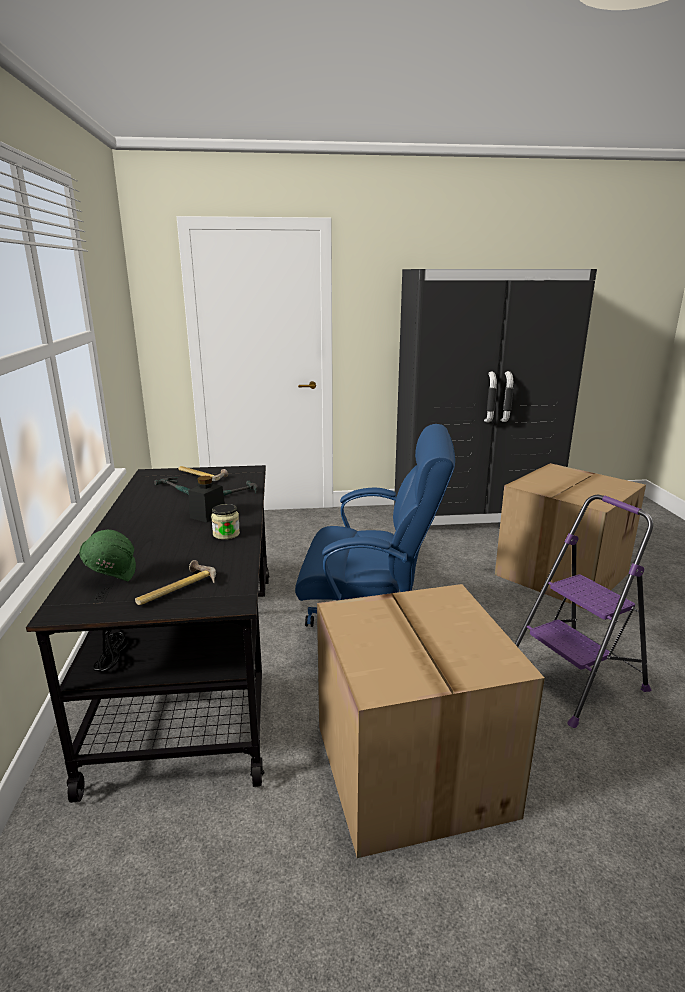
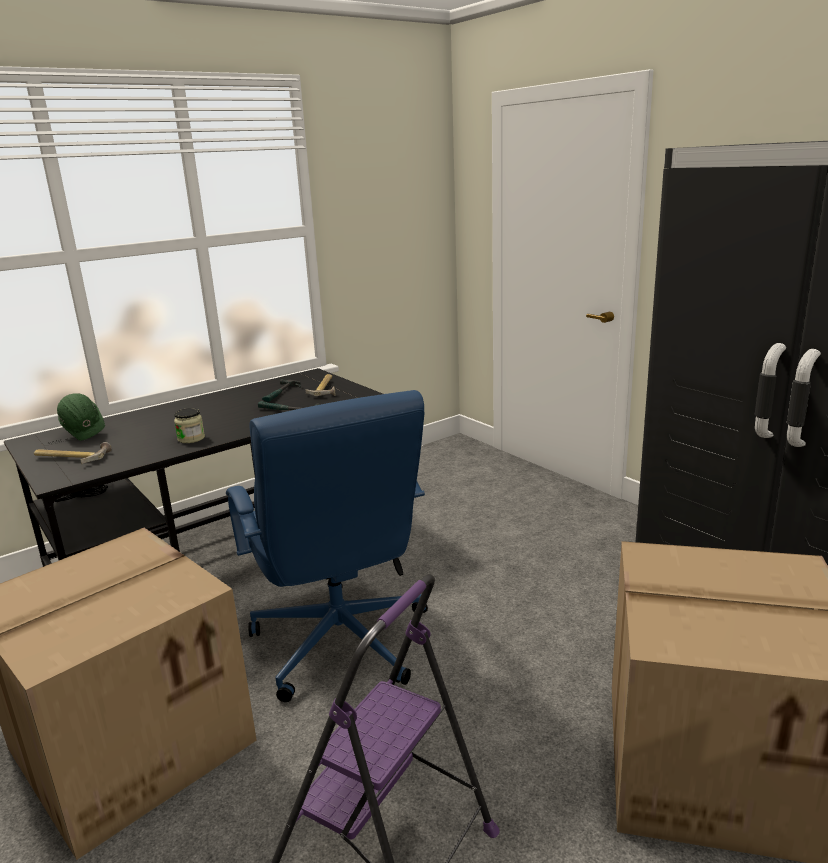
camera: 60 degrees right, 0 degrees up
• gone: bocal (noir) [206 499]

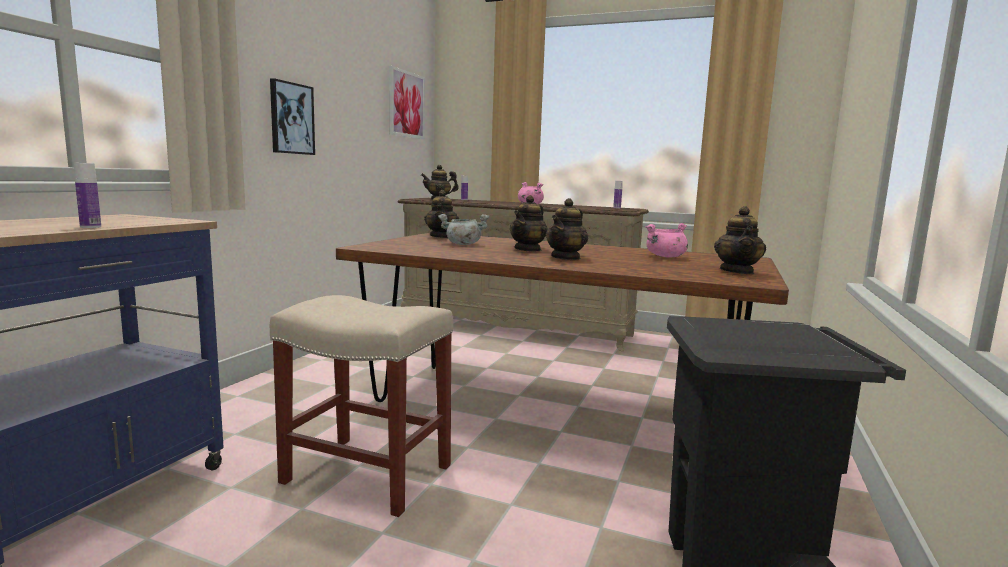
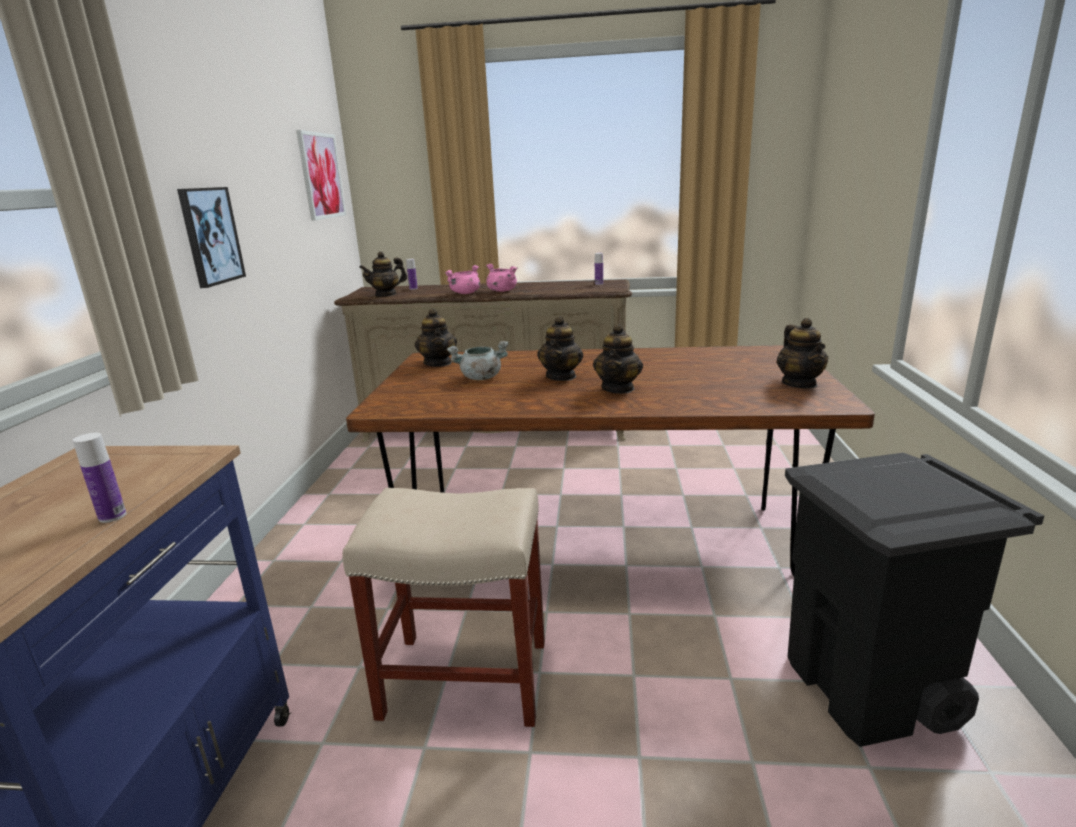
camera: 15 degrees left, 10 degrees up
• shifted: marmite (rose) [666 240] to [462 279]

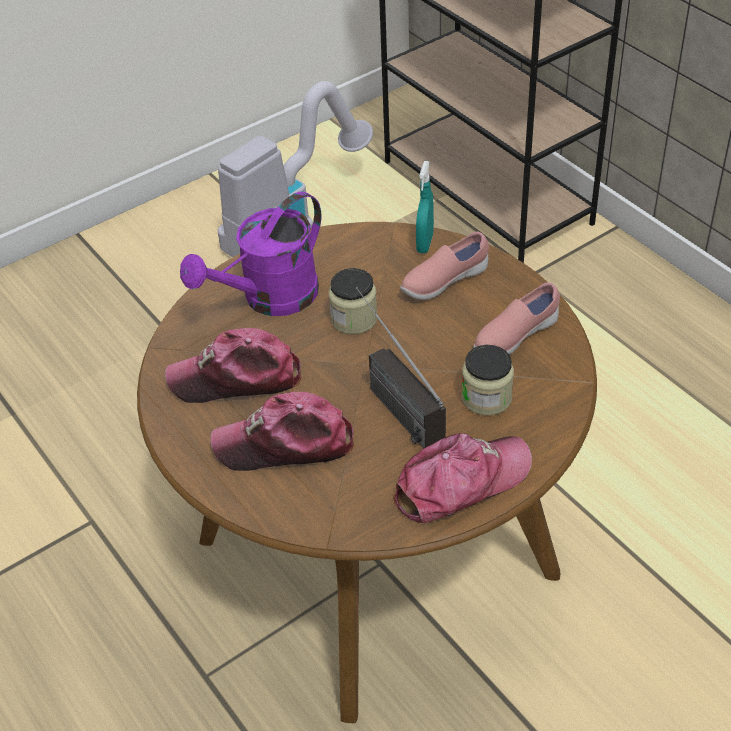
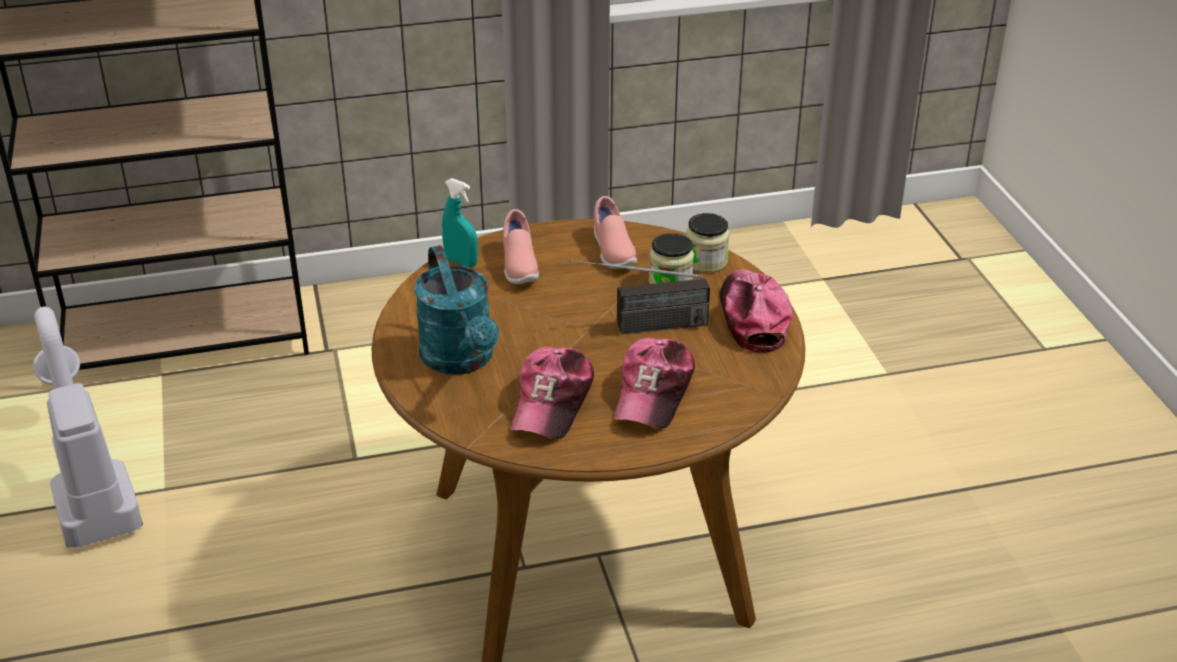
camera: 70 degrees left, 10 degrees down
• repainted: arrosoir (violet) [250 254] to arrosoir (turquoise) [456 310]
• shifted: bocal [352 301] to [708 243]

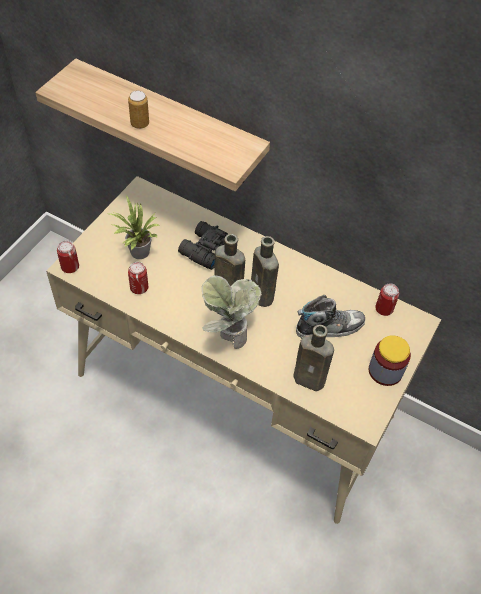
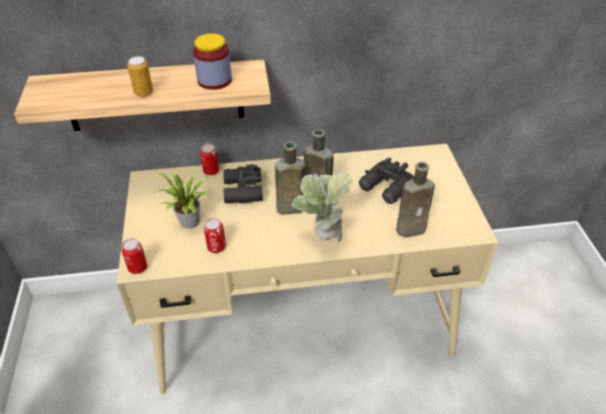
camera: 35 degrees left, 10 degrees down
• swapped: chaussure [330 316] to jumelles (noir) [386 181]
• shifted: bocal [390 360] to [212 61]
• shifted: boîte métallique [387 299] to [210 159]

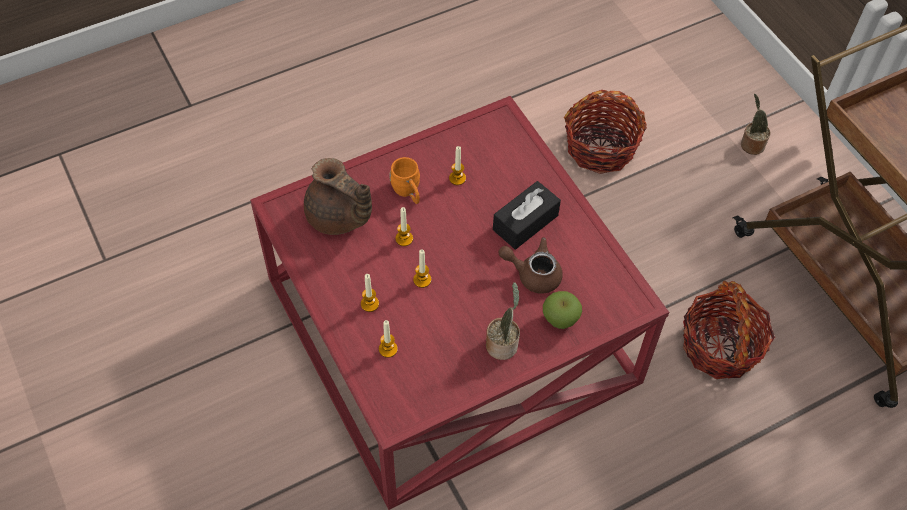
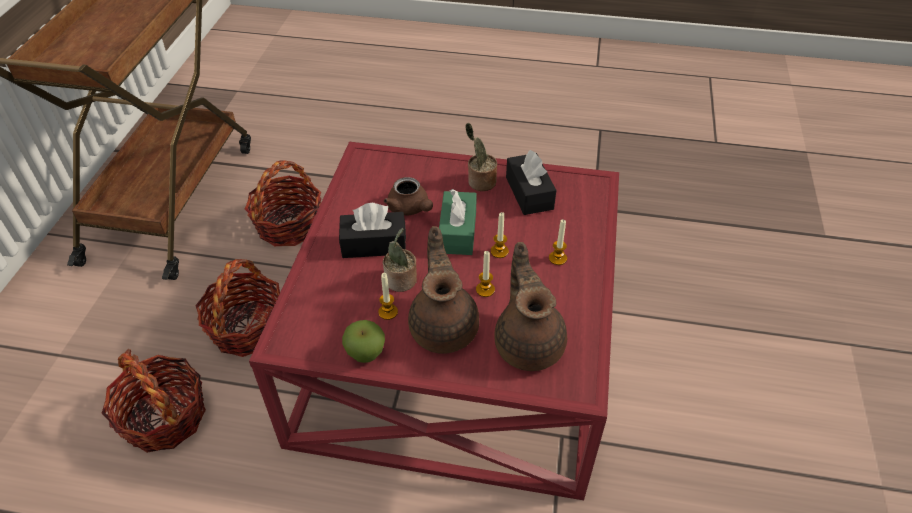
camera: 140 degrees left, 10 degrees down
• gone: bougie [388 339]
• swapped: mug (orange) [404 180] to théière (marron) [443 290]
• shifted: pomme [562 310] to [363 341]
• shifted: plante en pot [755 124] to [400 260]
• new: panier [237 308]
• new: boîte à mouchoirs (vert) [458 222]
• new: boîte à mouchoirs (noir) [531 182]

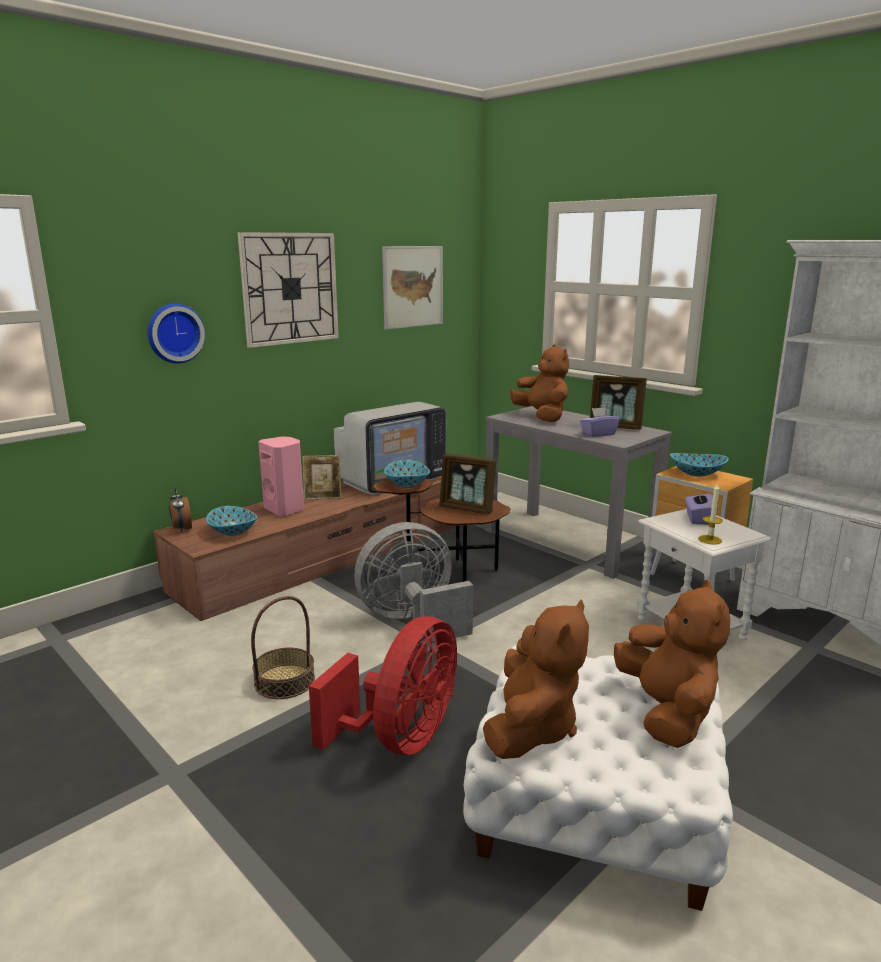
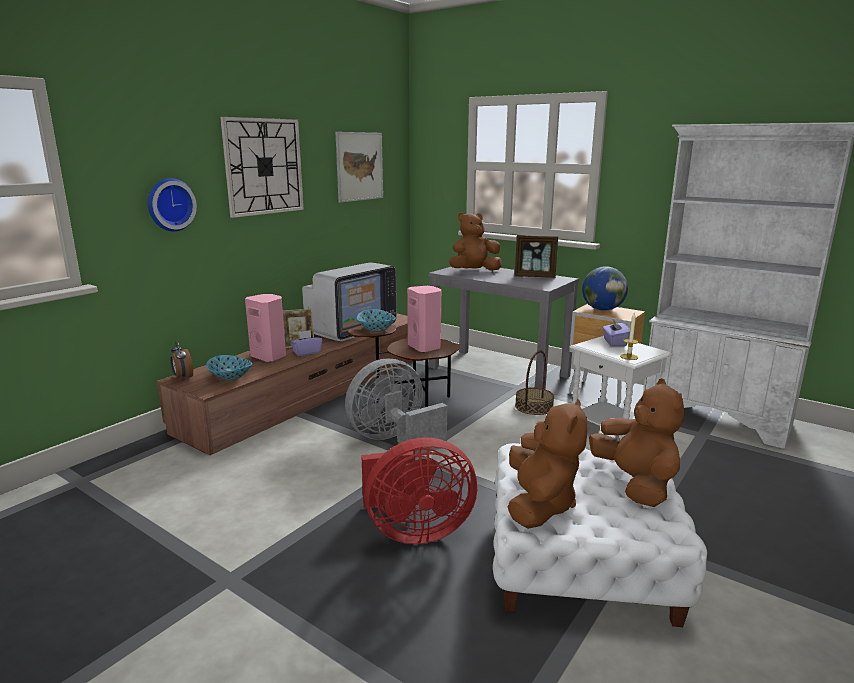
camera: 10 degrees left, 0 degrees up
• shifted: panier [283 647] to [534 382]
• rotated: ventilateur (rouge) [383 685] = [419 490] 60 degrees clockwise
• swapped: cadre photo [468 483] to enceinte (rose) [424 319]
• rotated: peluche (marron) [539 383] = [475 242] 75 degrees counterclockwise
• shifted: boîte à mouchoirs (violet) [600 422] to [306 343]
• swapped: bol [699 464] to globe [605 288]

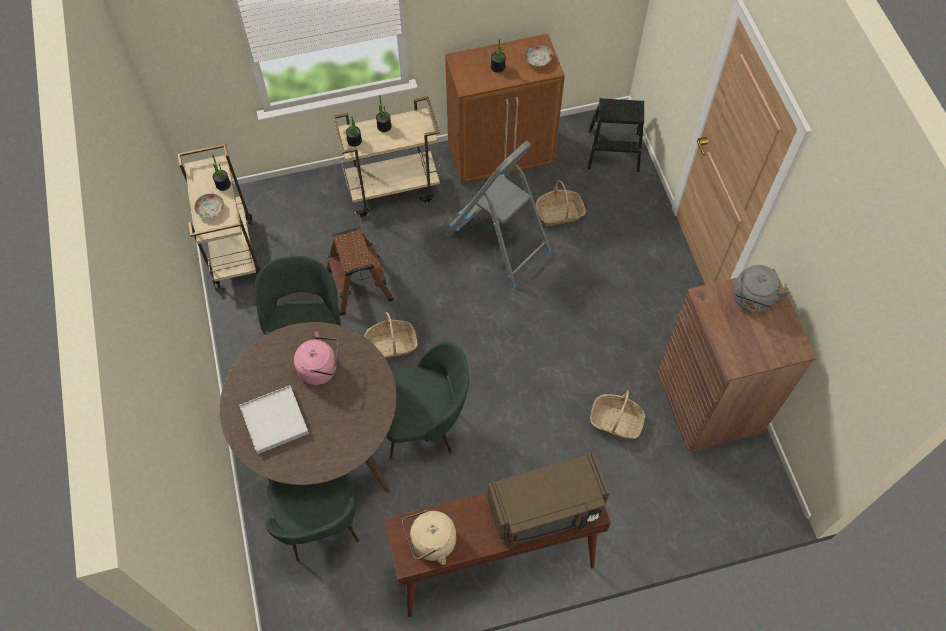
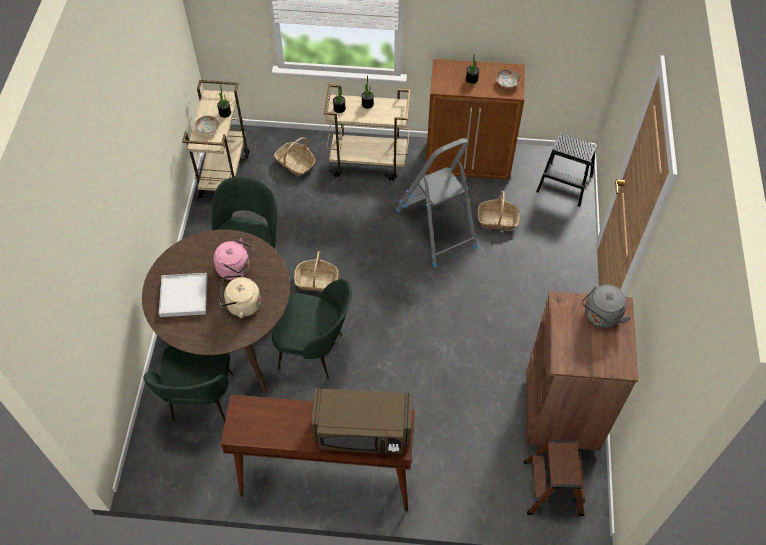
camera: 20 degrees right, 5 degrees down
• shifted: escabeau (marron) [360 271] to [554 478]
• shifted: bouilloire (beige) [429 537] to [240 296]
• shifted: panier [617 414] to [294 157]

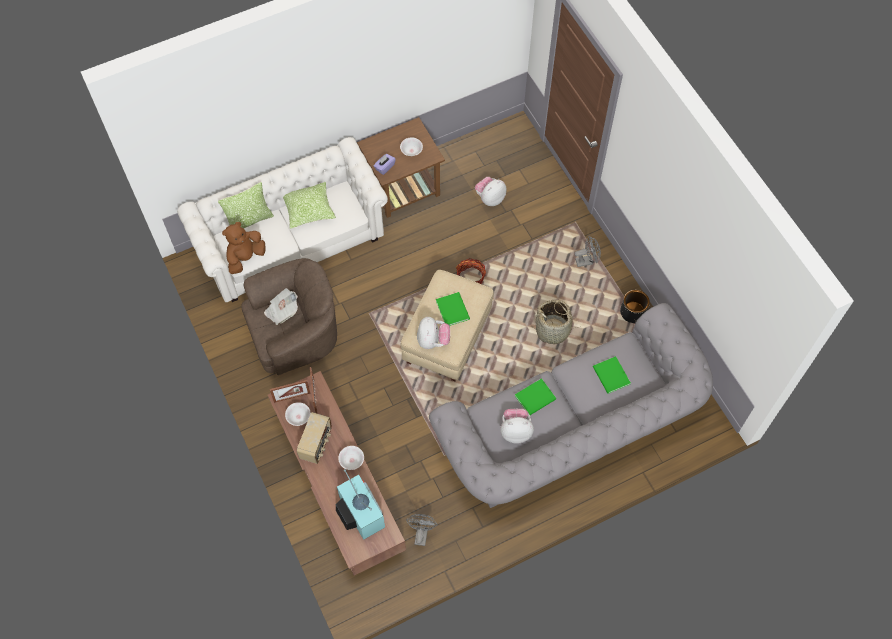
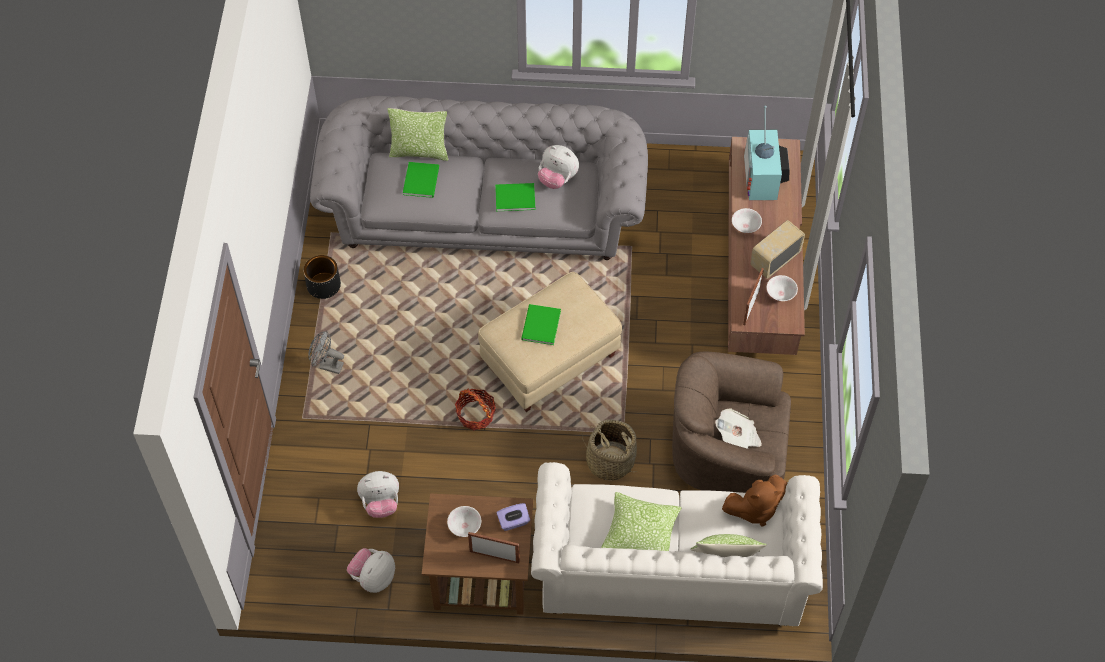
camera: 150 degrees left, 5 degrees down
• shifted: cadre photo [290 391] to [494 547]
• gone: ventilateur (gris) [422 530]
• shifted: peluche [433 333] to [371 570]
• shifted: panier [556 322] to [609 449]
• new: coussin [418 134]

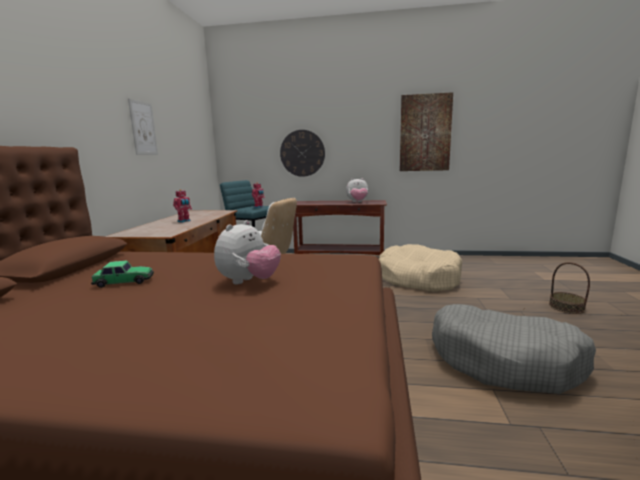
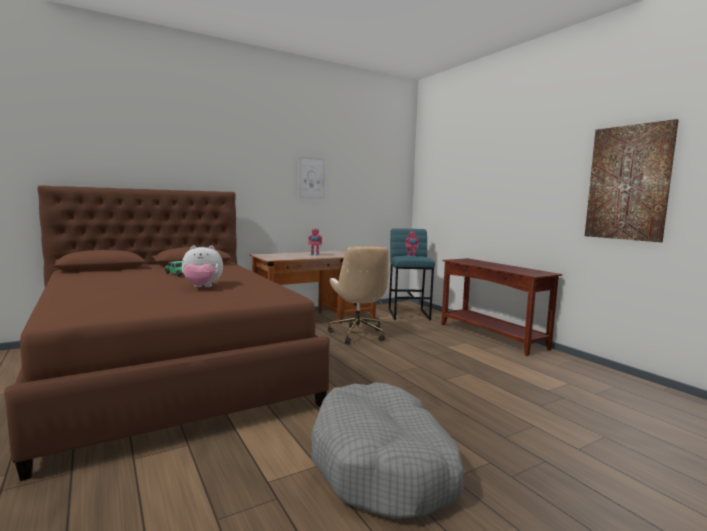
camera: 50 degrees right, 5 degrees down
• gone: horloge murale [302 153]
• gone: peluche [357 190]
• gone: panier pour chien (beige) [420 268]
• gone: panier [569 288]

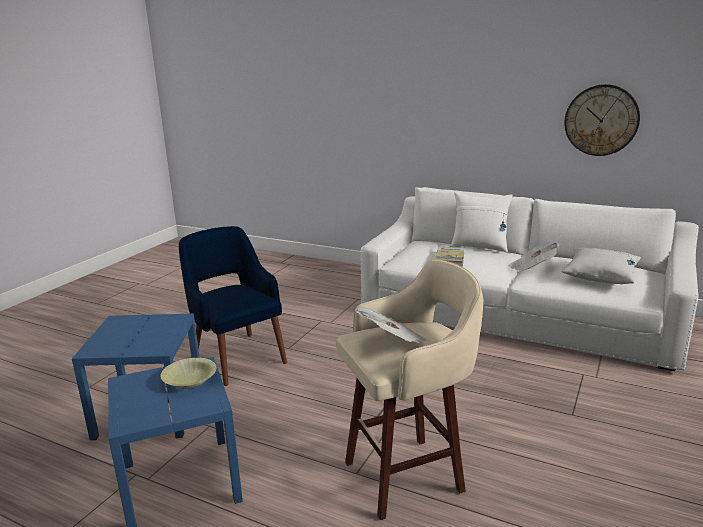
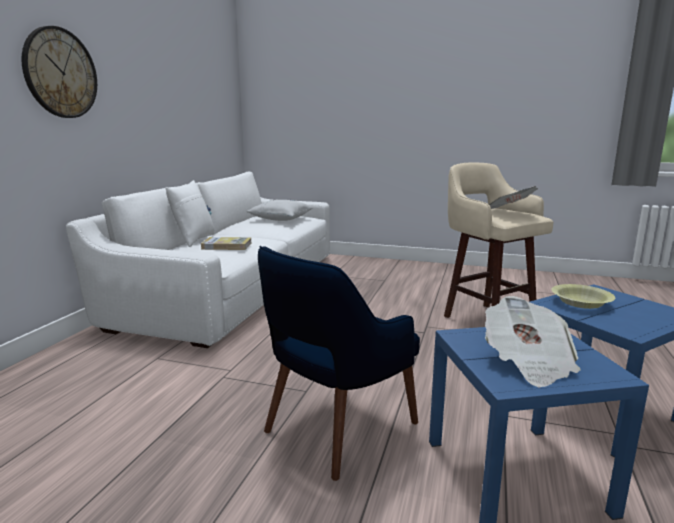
camera: 100 degrees left, 5 degrees down
• shifted: journal [534 257] to [532 341]
• shifted: horloge murale [602 120] to [59 72]

